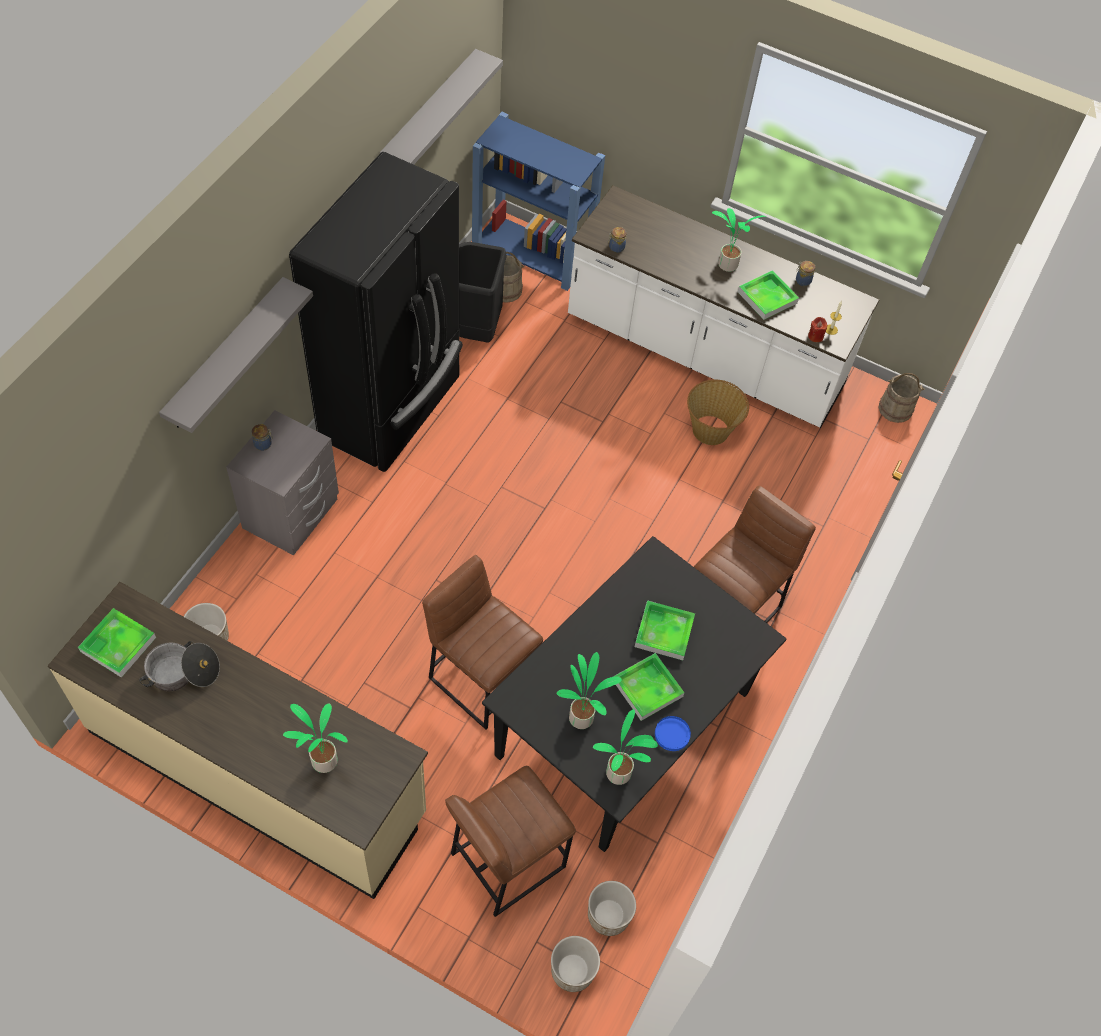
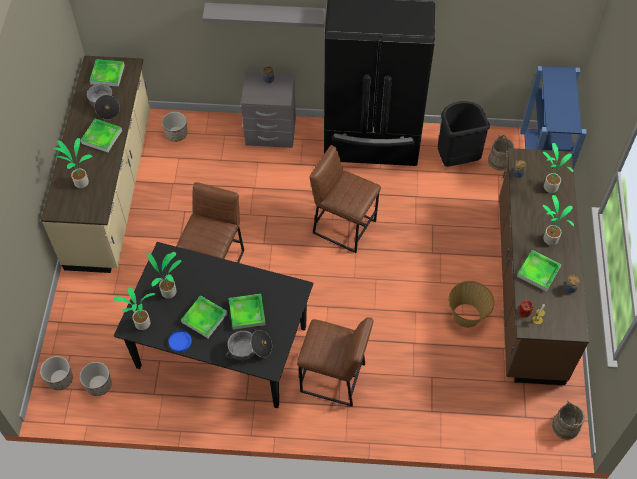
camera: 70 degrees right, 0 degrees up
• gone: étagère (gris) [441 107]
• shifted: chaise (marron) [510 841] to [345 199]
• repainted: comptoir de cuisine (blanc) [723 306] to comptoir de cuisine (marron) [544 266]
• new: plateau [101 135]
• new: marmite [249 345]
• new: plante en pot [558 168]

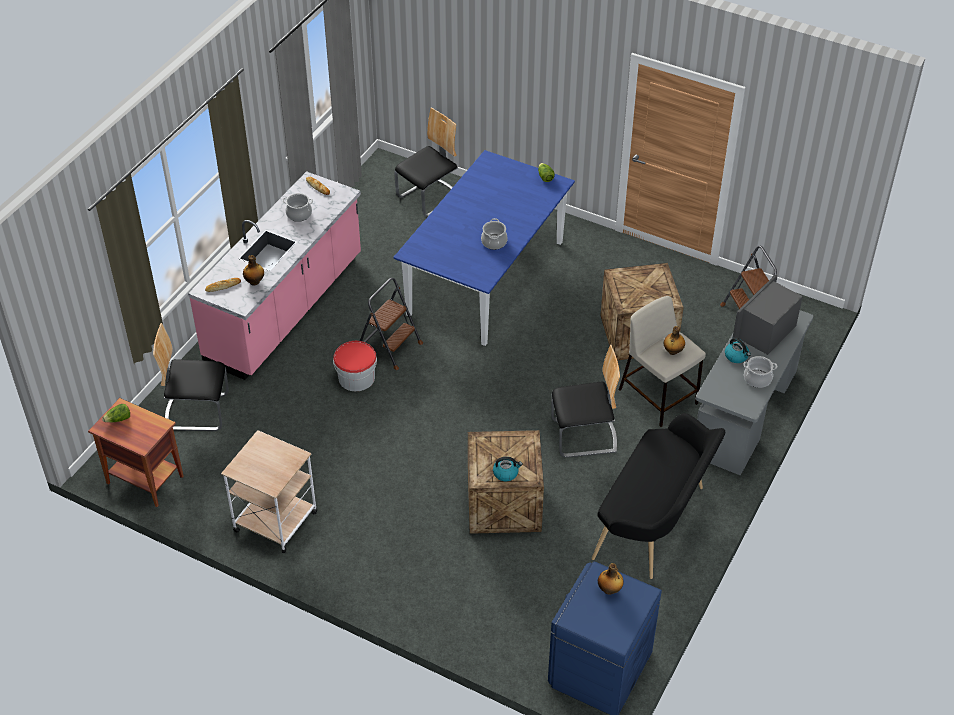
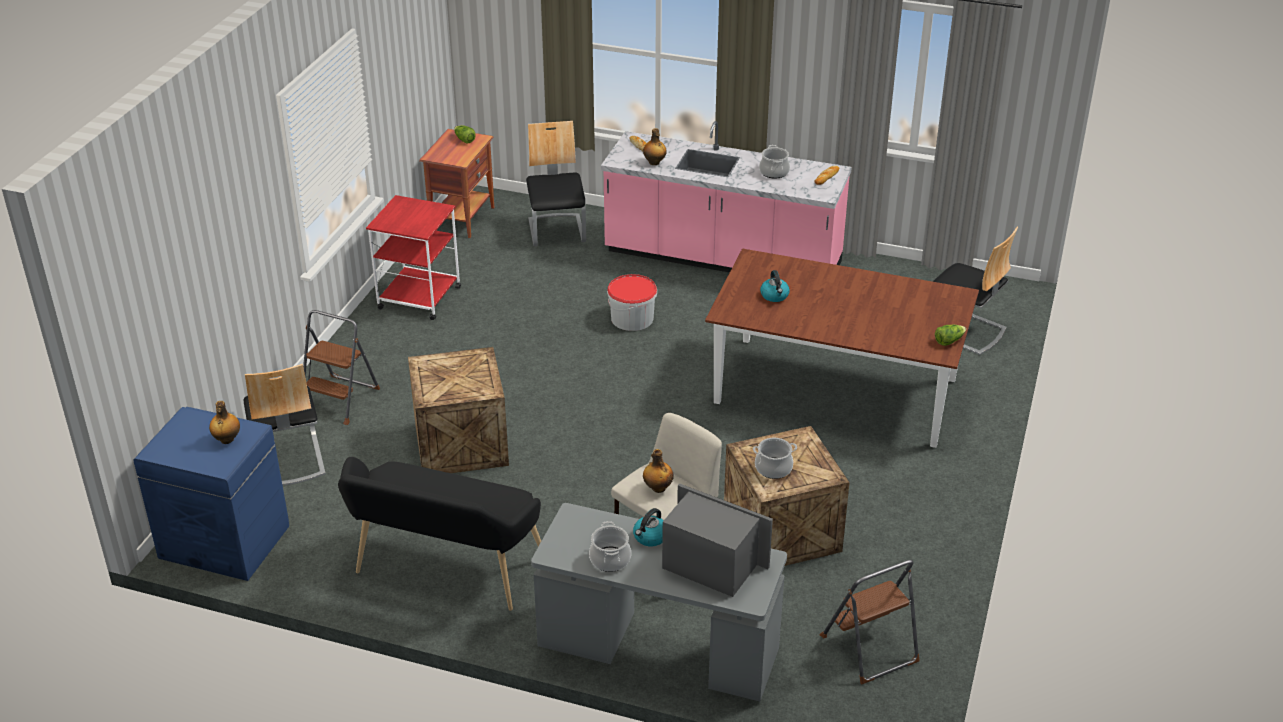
camera: 80 degrees right, 10 degrees down
• repainted: chariot (beige) [269 491] to chariot (rouge) [413 257]
• shifted: escabeau (marron) [391 324] to [341 367]
• repainted: table à manger (bleu) [484 248] to table à manger (marron) [842 348]
• shifted: marmite [494 234] to [775 458]
• shifted: bouilloire [508 469] to [775 286]
• shifted: chaise [585 401] to [284 425]

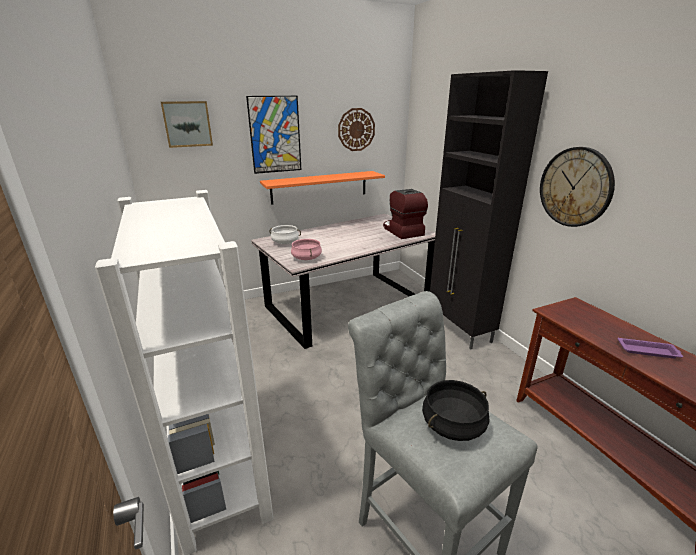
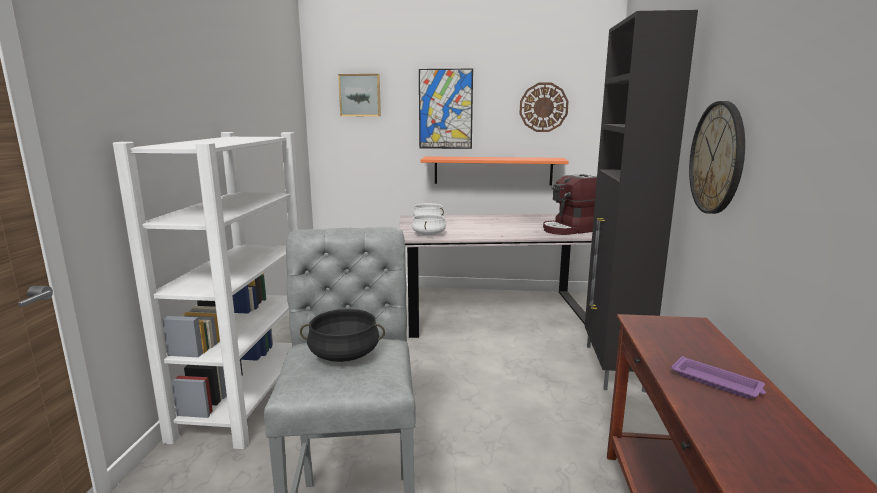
camera: 30 degrees right, 10 degrees down
• repainted: marmite (rose) [306 249] to marmite (blanc) [429 224]
• rotated: machine à café [405 214] = [570 204] 120 degrees counterclockwise

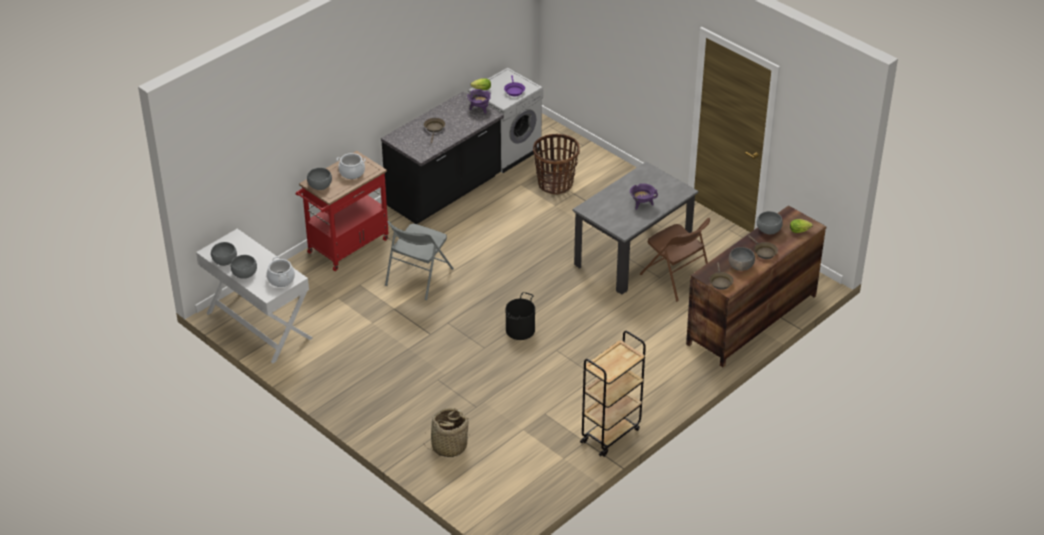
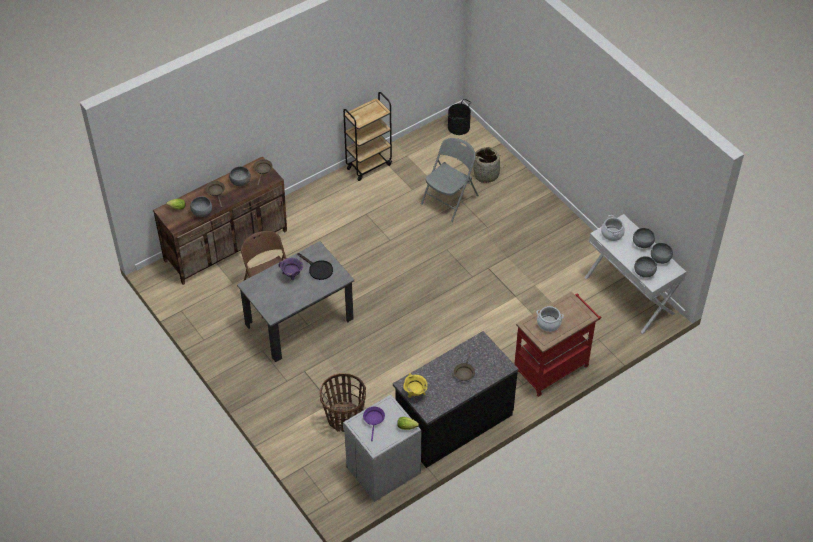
camera: 170 degrees left, 10 degrees up
• shifted: bol (gris) [319 179] to [645 267]
• shifted: chaise (gris) [419 260] to [450 180]
• repainted: marmite (violet) [479 101] to marmite (jaune) [415 385]
• shifted: seau (noir) [520 316] to [459 117]
• new: poêle (noir) [315 266]

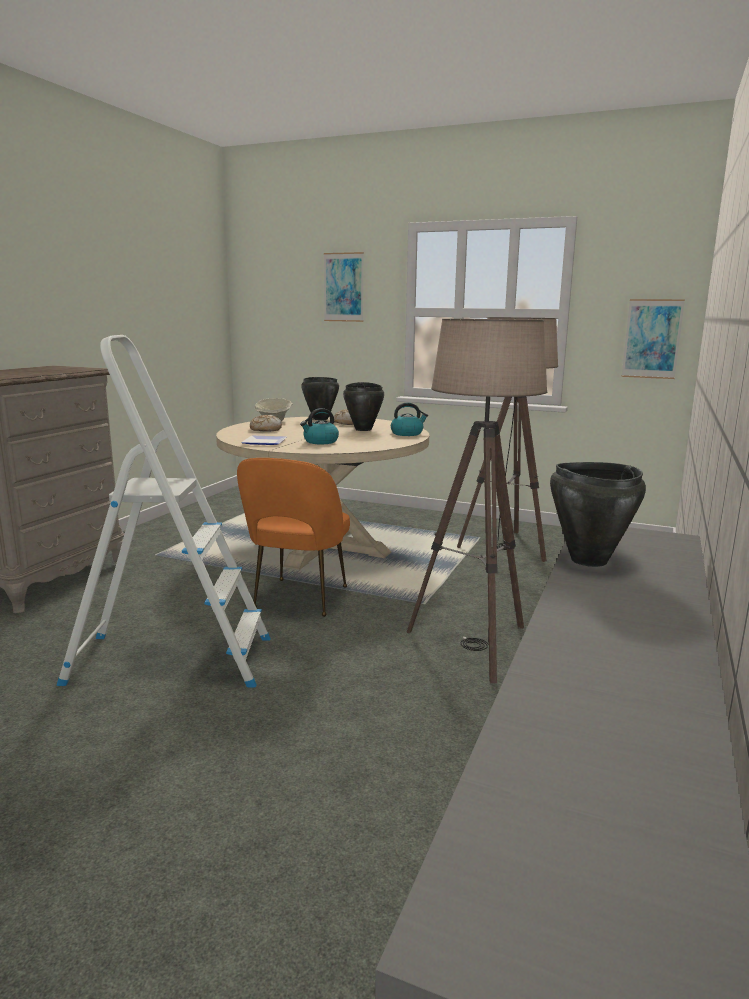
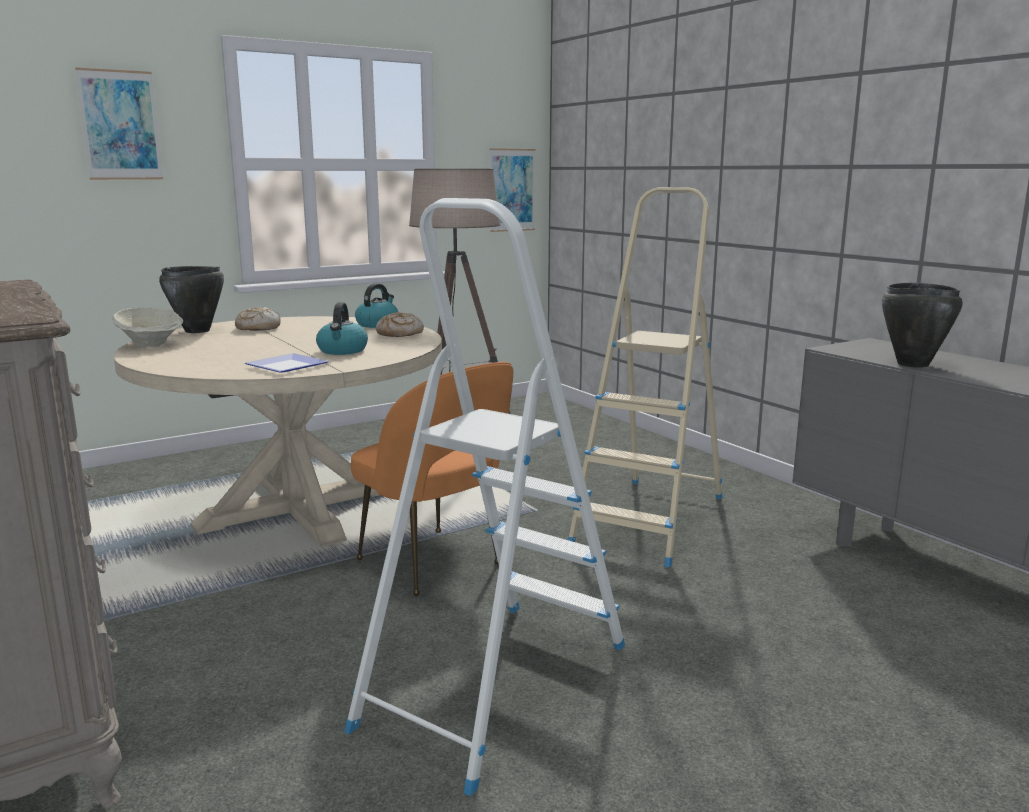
camera: 55 degrees left, 0 degrees up
• shifted: pain [266 423] to [400 324]
• gone: marmite (noir) [363 406]
• swapped: lampadaire [476 501] to escabeau (beige) [645 377]

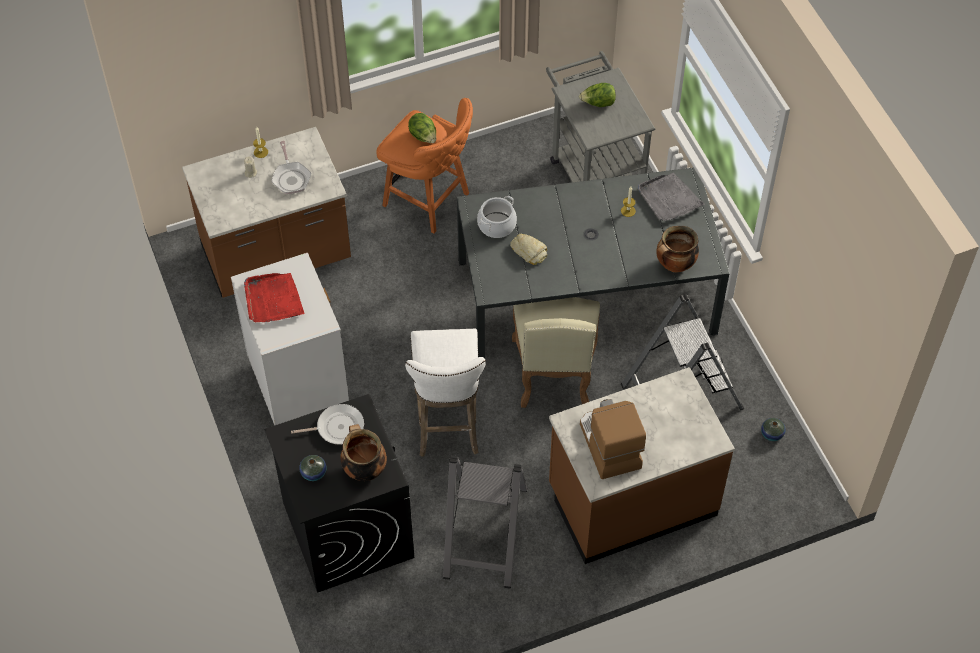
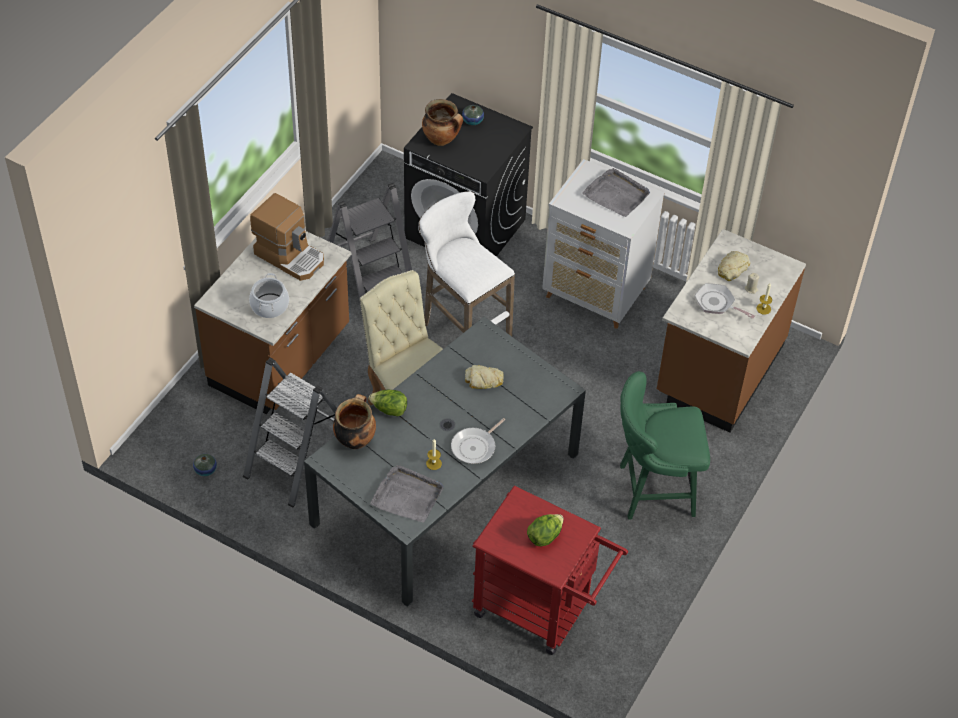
camera: 140 degrees right, 5 degrees down
• repainted: plateau (rouge) [274 297] to plateau (gris) [616 192]
• shifted: poêle [327 424] to [478 441]
• repainted: tabouret (orange) [424 165] to tabouret (vert) [665 445]
• shifted: laitue [422 128] to [388 403]
• shifted: marmite [497 217] to [269 295]
• repainted: chariot (gris) [600 129] to chariot (rouge) [550 570]
• new: pain [734 266]

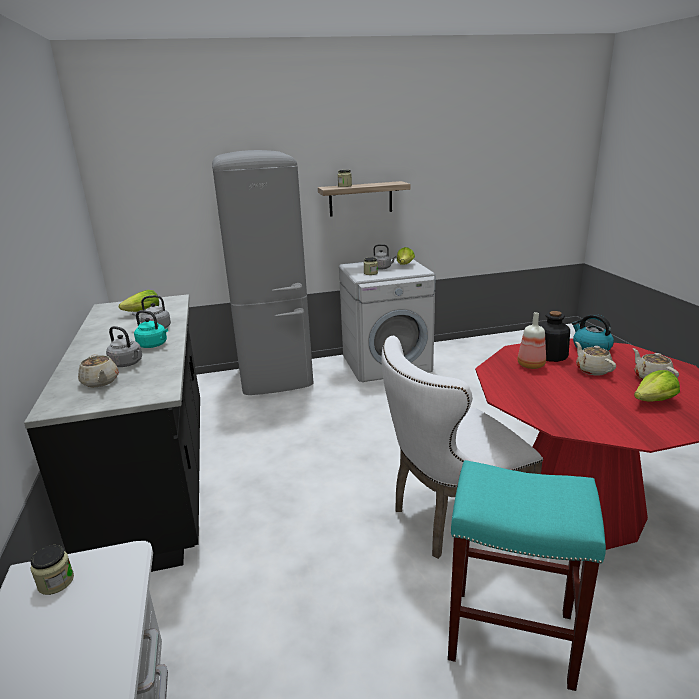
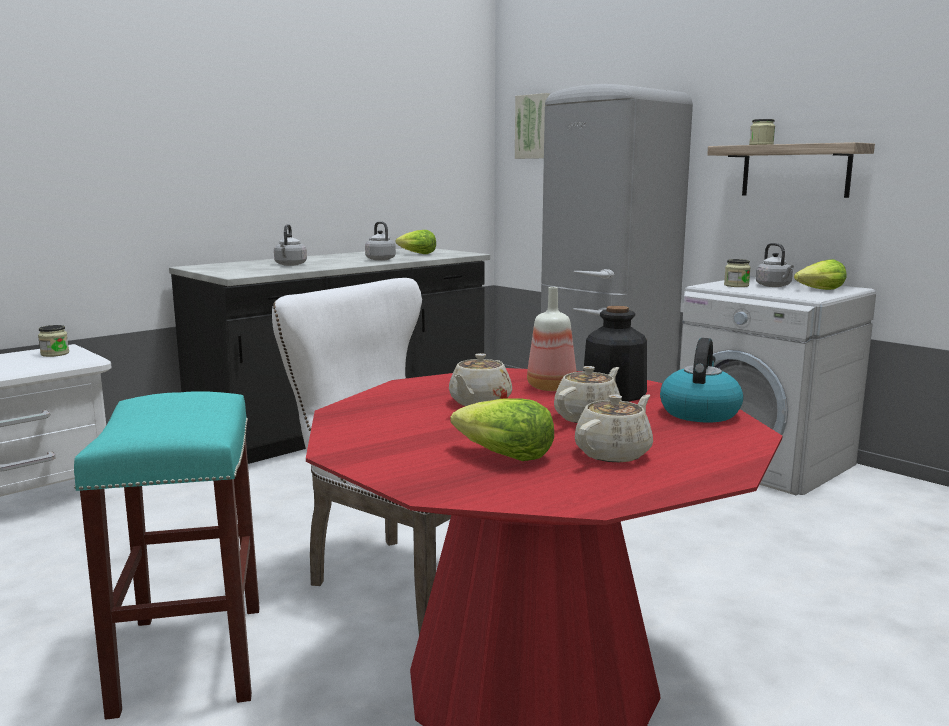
camera: 60 degrees right, 10 degrees down
• shifted: théière (beige) [98 370] to [480 379]
• gone: bouilloire (turquoise) [151 329]
• new: tableau [532 126]

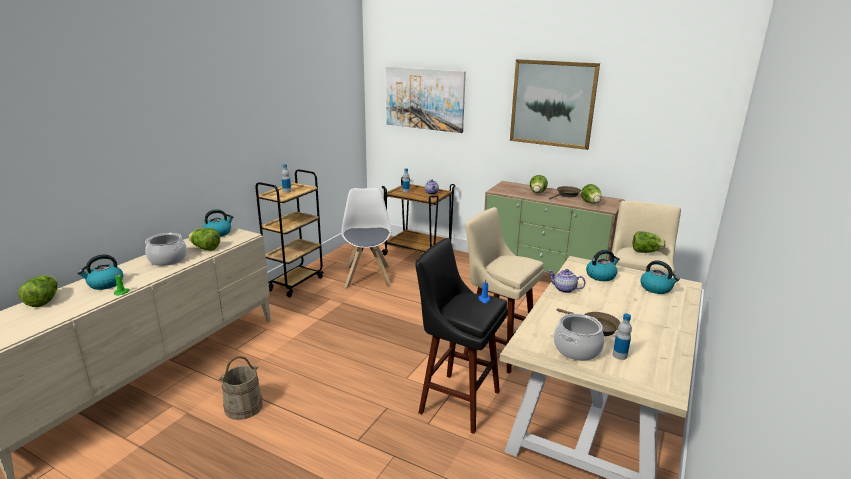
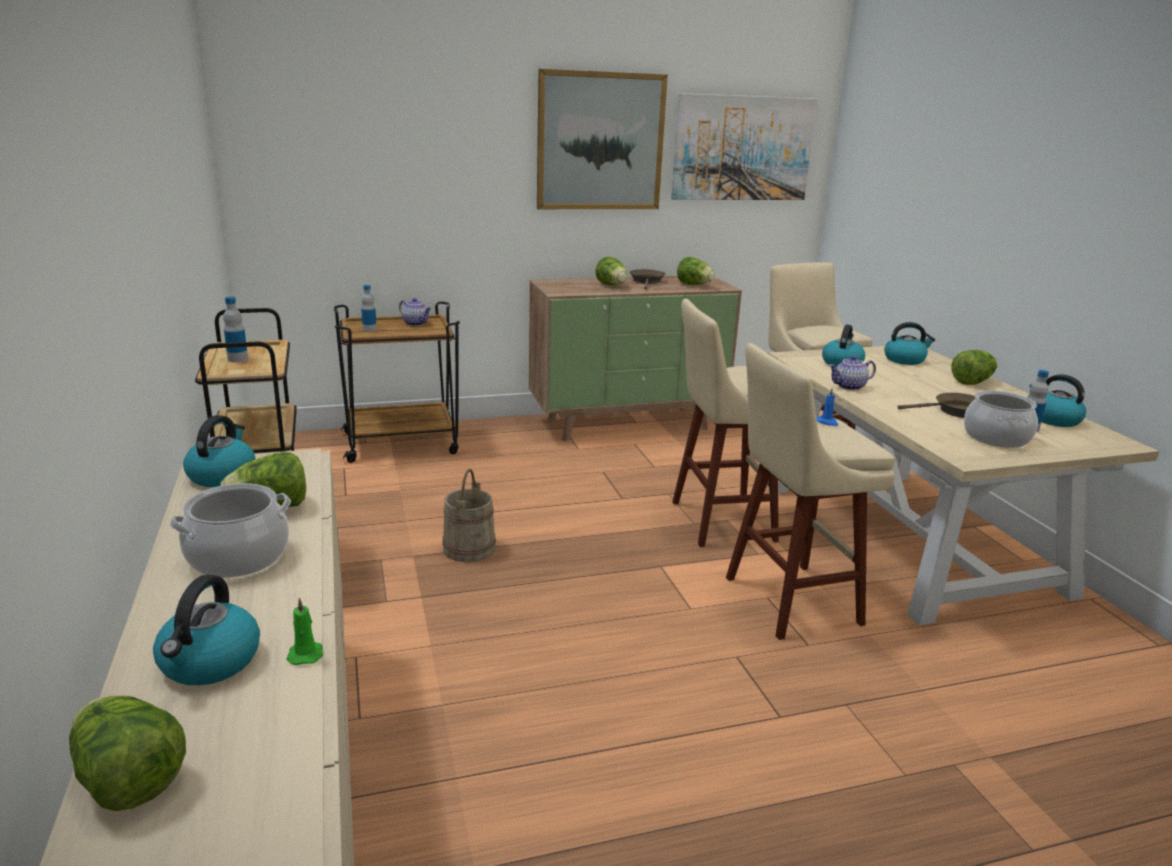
camera: 45 degrees left, 0 degrees up
• shifted: seau (beige) [241 388] to [469 515]
• gone: chaise [366 238]
• shifted: tableau [426 100] to [744 146]
• repainted: tabouret (noir) [461 336] to tabouret (beige) [810 491]
• shifted: laitue [649 242] to [974 367]
• new: bouilloire [1058 400]

